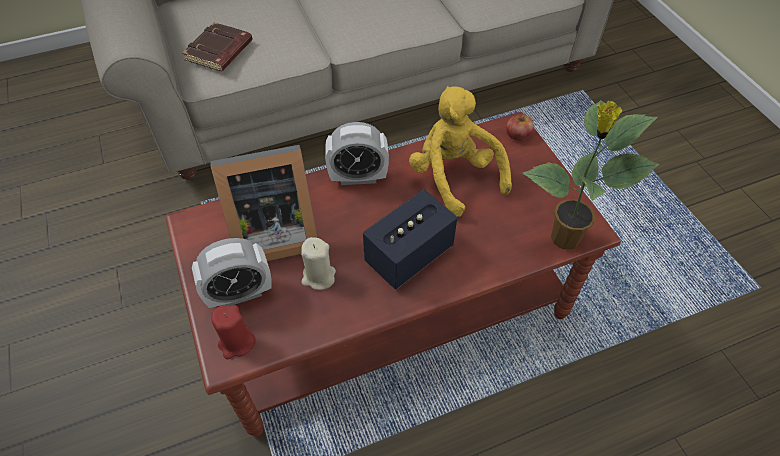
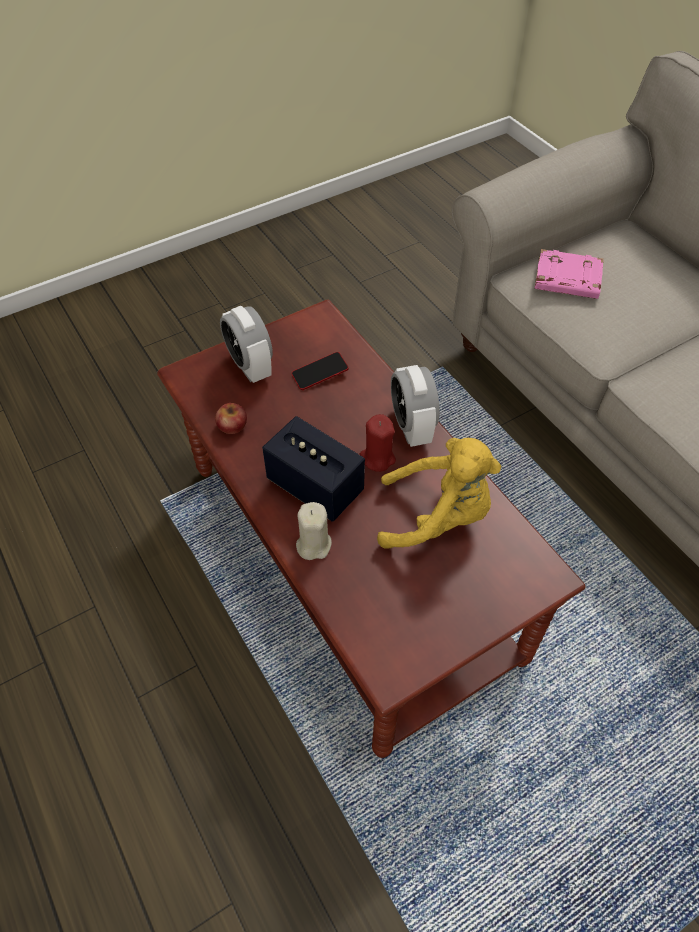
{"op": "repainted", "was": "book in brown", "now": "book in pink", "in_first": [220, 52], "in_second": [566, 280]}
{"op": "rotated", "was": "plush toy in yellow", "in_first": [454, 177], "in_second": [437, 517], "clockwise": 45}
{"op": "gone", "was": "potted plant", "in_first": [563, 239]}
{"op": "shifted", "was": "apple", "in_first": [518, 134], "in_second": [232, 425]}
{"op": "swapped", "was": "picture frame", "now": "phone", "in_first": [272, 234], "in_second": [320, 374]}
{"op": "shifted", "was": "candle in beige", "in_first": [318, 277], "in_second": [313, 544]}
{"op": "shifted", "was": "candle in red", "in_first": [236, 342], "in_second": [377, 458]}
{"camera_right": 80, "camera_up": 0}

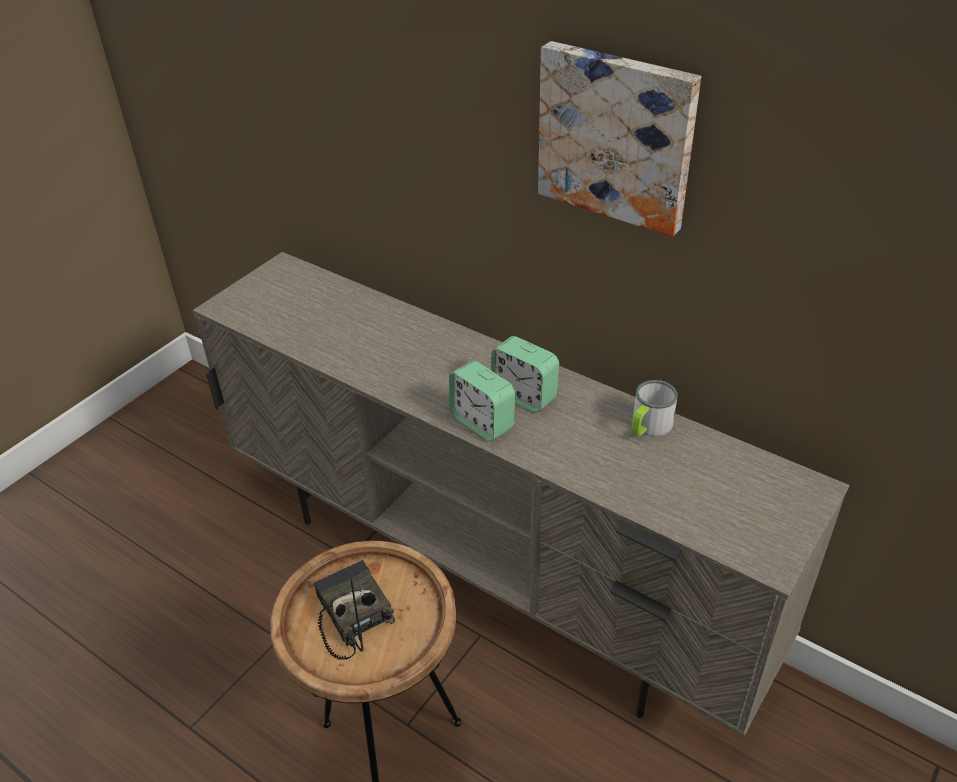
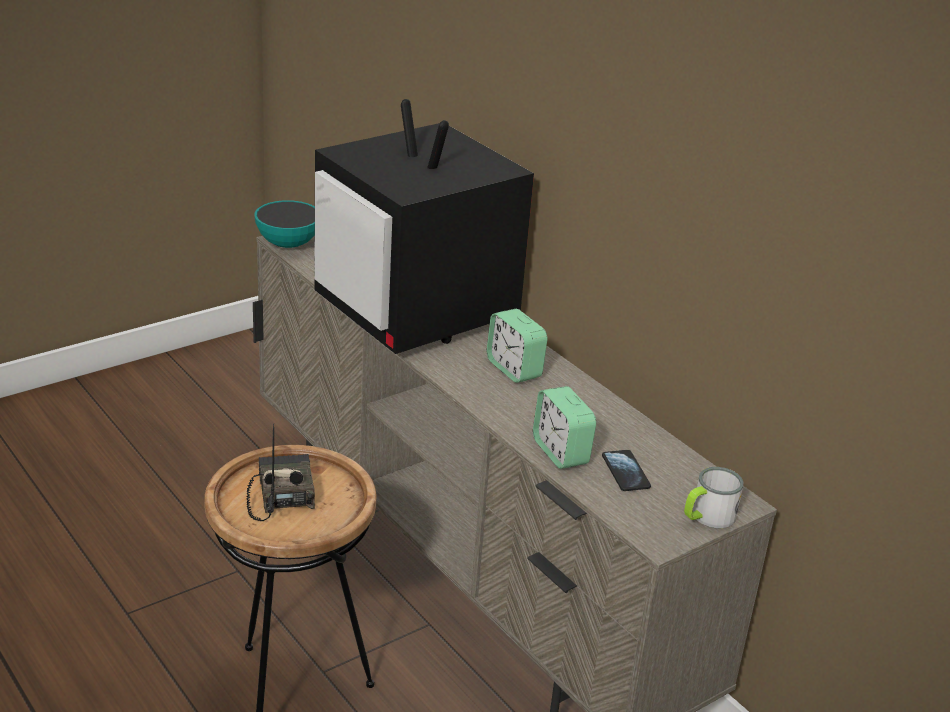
{"op": "gone", "was": "picture", "in_first": [617, 136]}
{"op": "shifted", "was": "alarm clock", "in_first": [482, 422], "in_second": [560, 452]}
{"op": "shifted", "was": "mug", "in_first": [648, 427], "in_second": [707, 517]}
{"op": "new", "now": "television", "in_second": [417, 314]}
{"op": "new", "now": "bowl", "in_second": [288, 244]}
{"op": "new", "now": "phone", "in_second": [625, 472]}
{"camera_right": 15, "camera_up": -10}

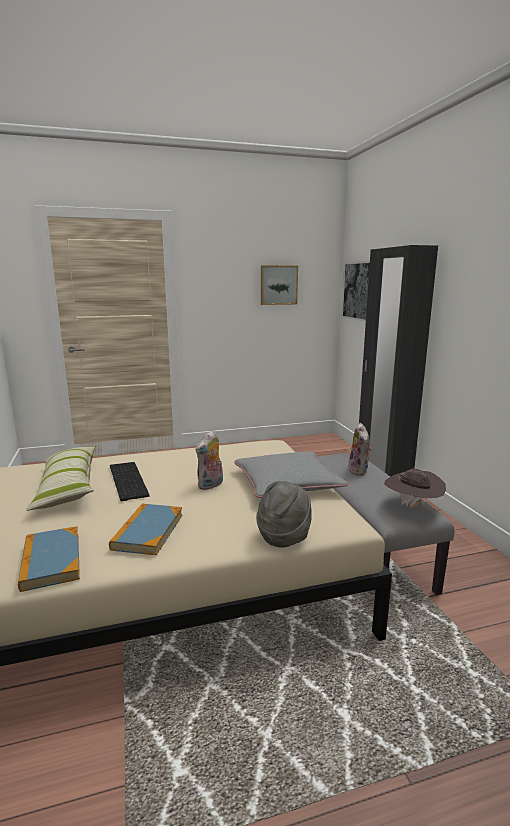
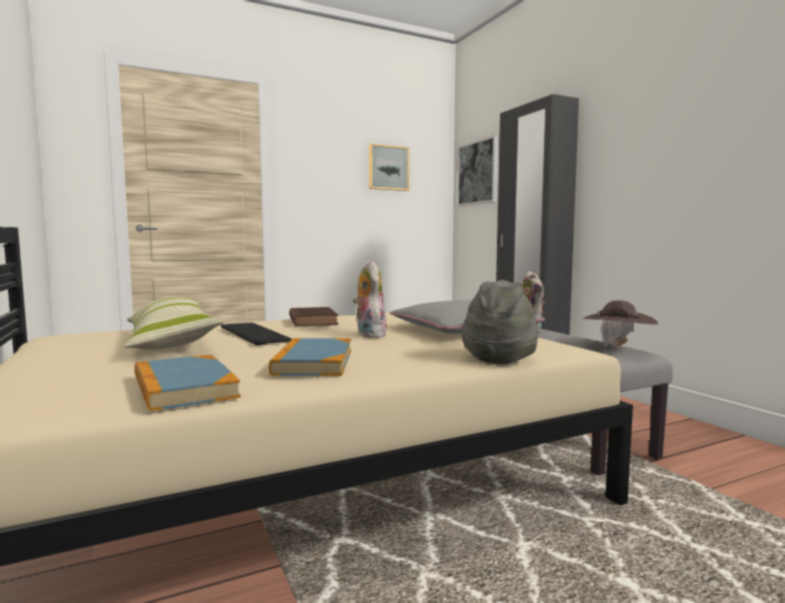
{"op": "rotated", "was": "plush toy", "in_first": [211, 485], "in_second": [368, 334], "clockwise": 135}
{"op": "new", "now": "book in brown", "in_second": [312, 321]}
{"camera_right": -10, "camera_up": -10}

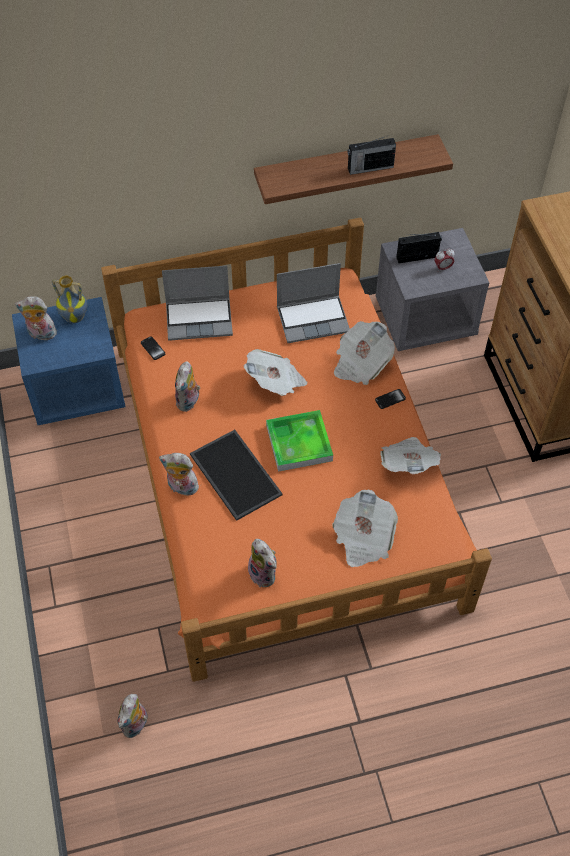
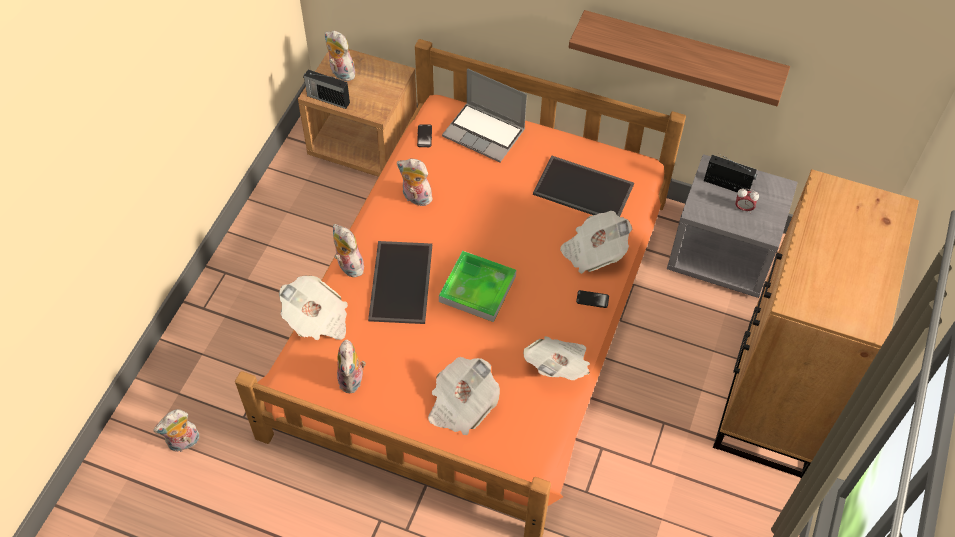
{"op": "shifted", "was": "radio", "in_first": [369, 168], "in_second": [327, 99]}
{"op": "swapped", "was": "laptop", "now": "tray", "in_first": [313, 319], "in_second": [584, 188]}
{"op": "gone", "was": "vase", "in_first": [75, 316]}
{"op": "repainted", "was": "nightstand in blue", "now": "nightstand in brown", "in_first": [77, 389], "in_second": [364, 143]}
{"op": "shifted", "was": "newspaper", "in_first": [276, 382], "in_second": [317, 320]}
{"op": "rotated", "was": "plush toy", "in_first": [189, 402], "in_second": [415, 198], "clockwise": 60}
{"camera_right": 35, "camera_up": 0}

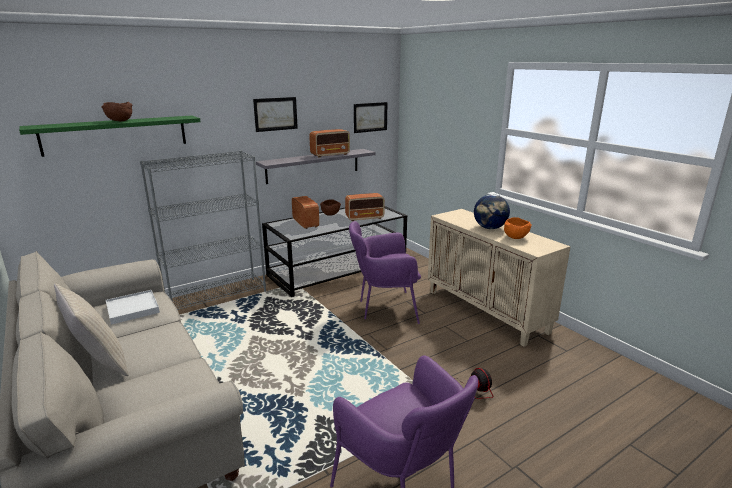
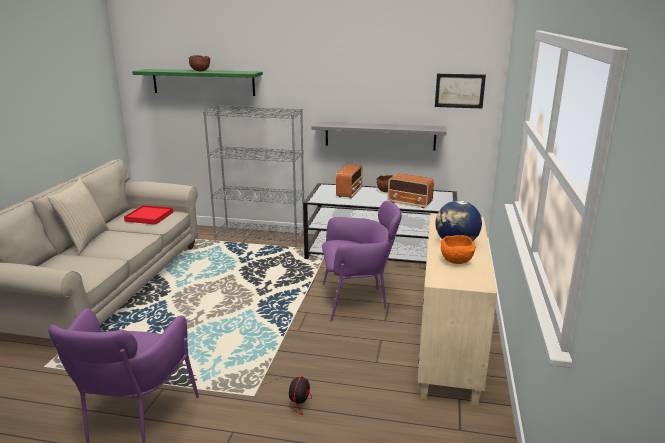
{"op": "gone", "was": "picture", "in_first": [275, 114]}
{"op": "gone", "was": "radio", "in_first": [330, 155]}
{"op": "rotated", "was": "armchair in purple", "in_first": [384, 308], "in_second": [357, 300], "clockwise": 135}
{"op": "repainted", "was": "tray in white", "now": "tray in red", "in_first": [133, 309], "in_second": [149, 217]}
{"camera_right": 45, "camera_up": 0}

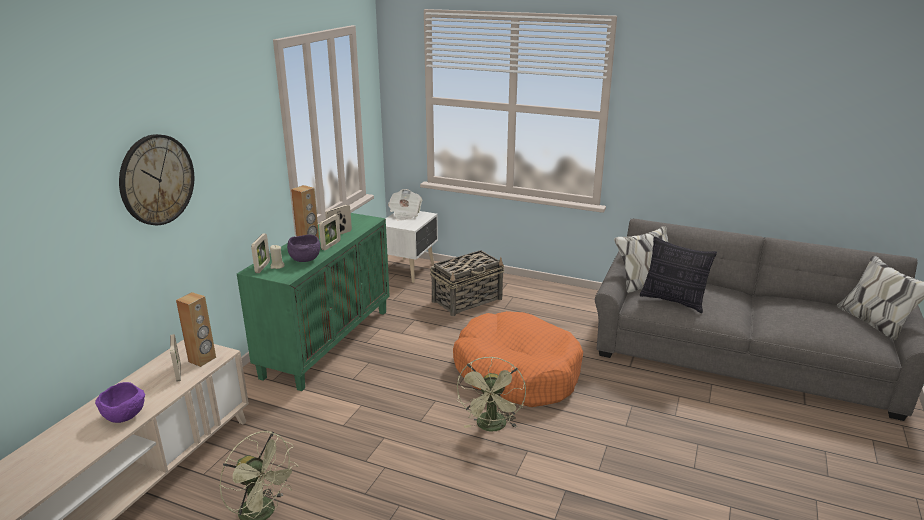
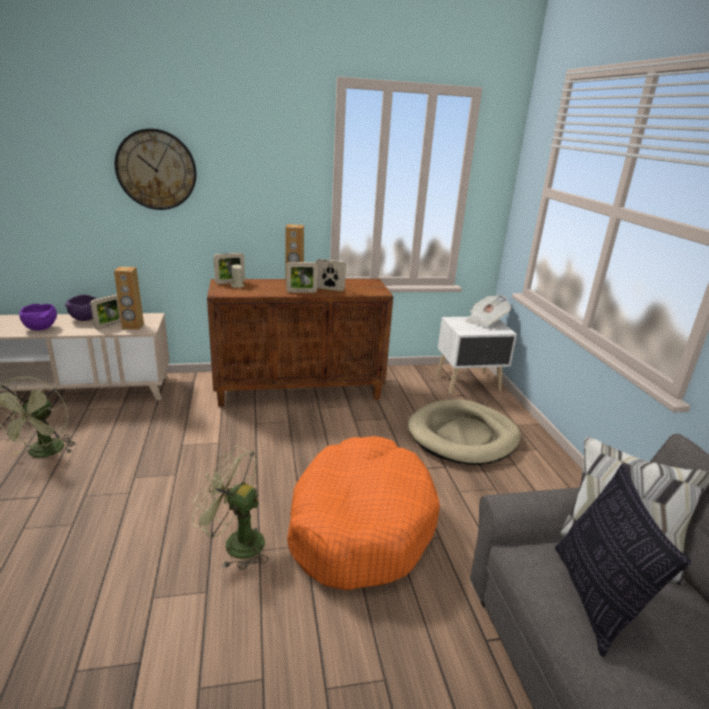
{"op": "repainted", "was": "cabinet in green", "now": "cabinet in brown", "in_first": [327, 342], "in_second": [300, 390]}
{"op": "shifted", "was": "bowl in purple", "in_first": [305, 259], "in_second": [86, 319]}
{"op": "swapped", "was": "basket", "now": "dog bed in beige", "in_first": [468, 300], "in_second": [463, 436]}
{"op": "rotated", "was": "fan in green", "in_first": [492, 427], "in_second": [235, 543], "clockwise": 45}
{"camera_right": 55, "camera_up": 0}

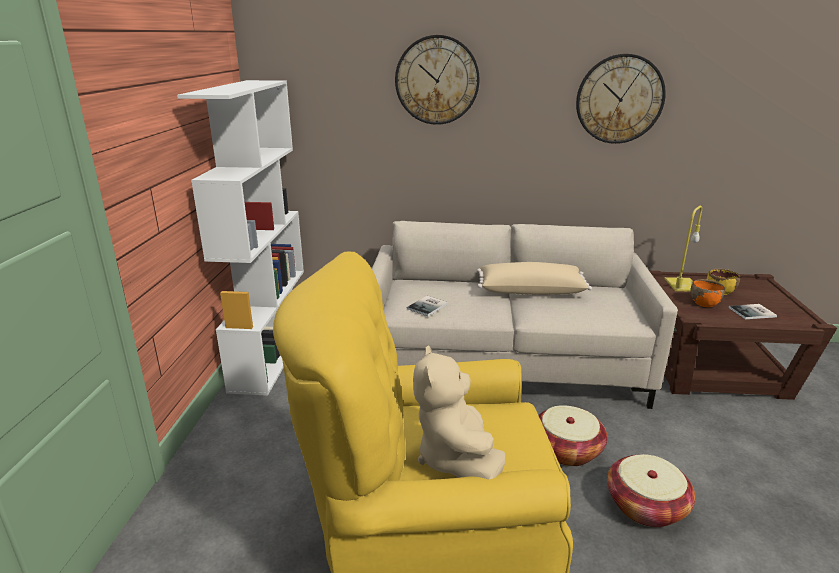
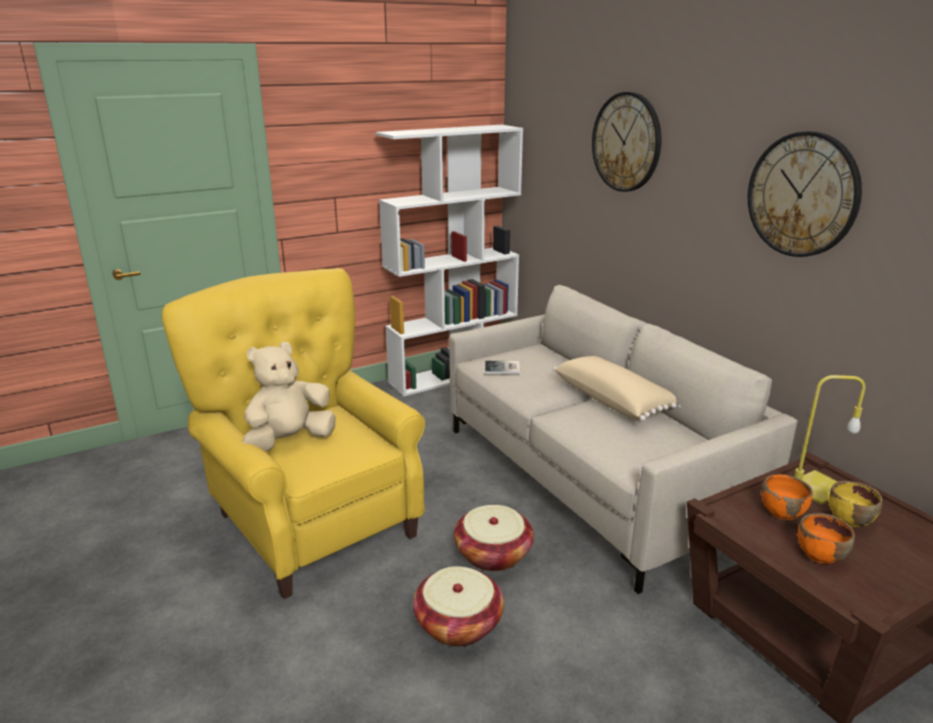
{"op": "swapped", "was": "book", "now": "bowl in orange", "in_first": [753, 312], "in_second": [820, 555]}
{"camera_right": 55, "camera_up": 0}

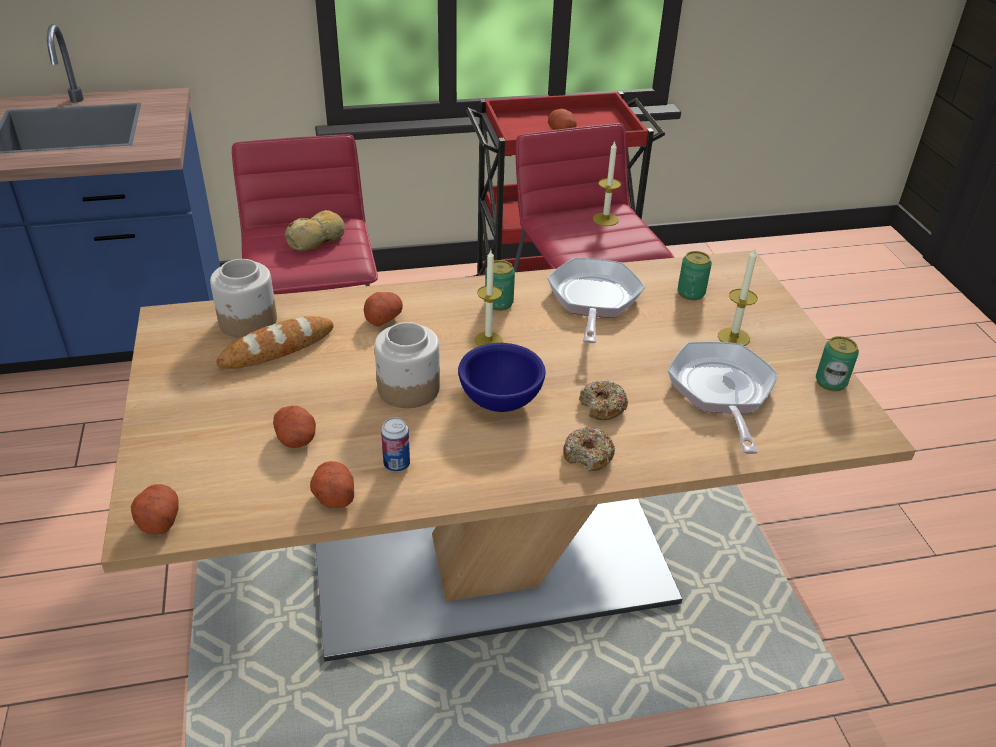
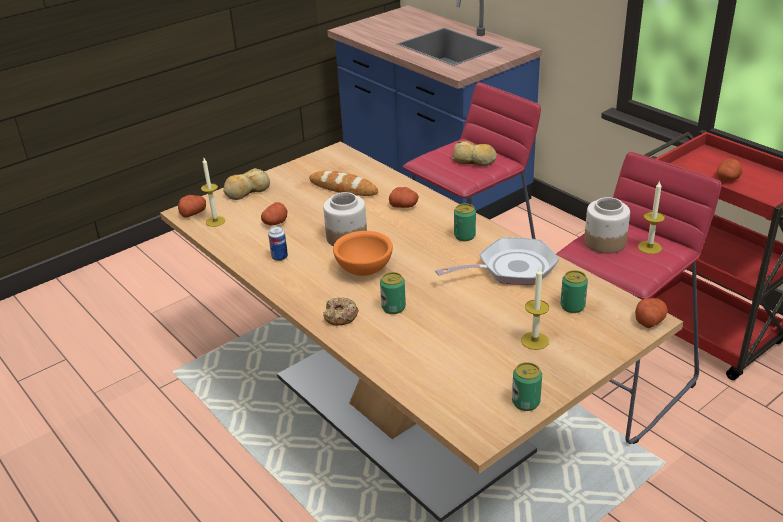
{"op": "shifted", "was": "candle", "in_first": [488, 340], "in_second": [215, 221]}
{"op": "shifted", "was": "jar", "in_first": [248, 322], "in_second": [604, 243]}
{"op": "gone", "was": "frying pan", "in_first": [721, 392]}
{"op": "repainted", "was": "bowl in blue", "now": "bowl in orange", "in_first": [499, 401], "in_second": [363, 270]}
{"op": "swapped", "was": "donut", "now": "can", "in_first": [602, 406], "in_second": [393, 307]}
{"op": "shifted", "was": "potato", "in_first": [333, 495], "in_second": [649, 320]}
{"op": "new", "now": "bread", "in_second": [246, 191]}
{"camera_right": 65, "camera_up": -5}

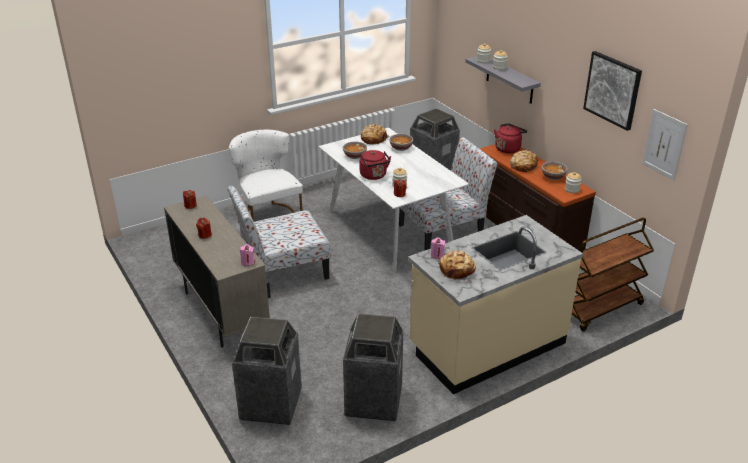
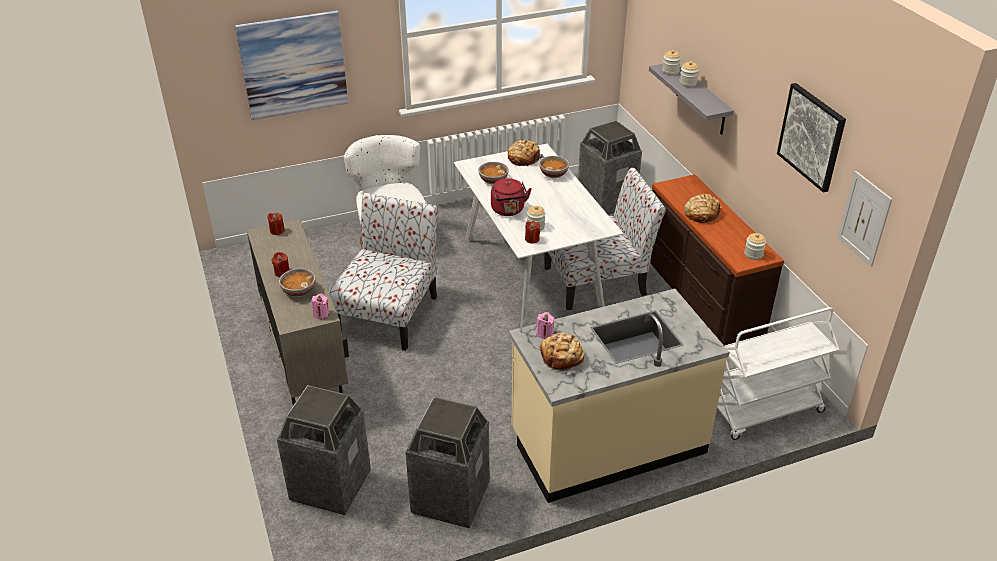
{"op": "gone", "was": "kettle in red", "in_first": [508, 148]}
{"op": "shifted", "was": "bowl", "in_first": [552, 177], "in_second": [298, 291]}
{"op": "rotated", "was": "chair", "in_first": [282, 270], "in_second": [389, 313], "clockwise": 120}
{"op": "repainted", "was": "cart in brown", "now": "cart in white", "in_first": [599, 309], "in_second": [765, 412]}
{"op": "new", "now": "picture", "in_second": [293, 65]}
{"camera_right": 10, "camera_up": 5}

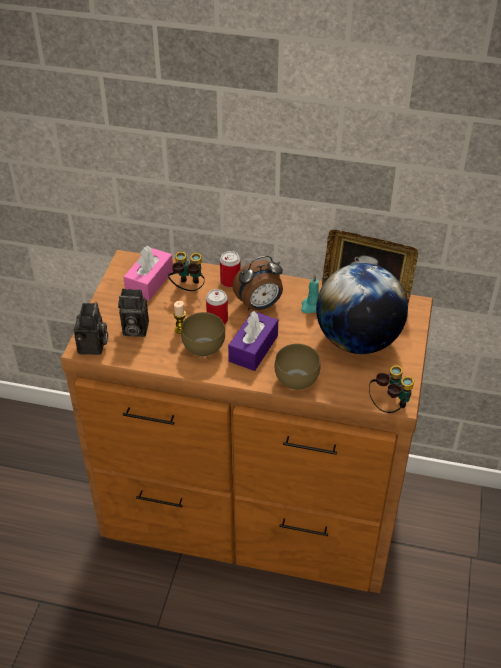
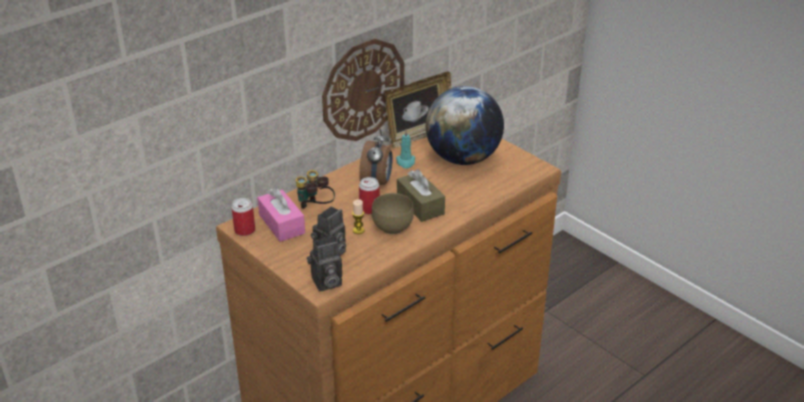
{"op": "shifted", "was": "can", "in_first": [230, 281], "in_second": [244, 230]}
{"op": "rotated", "was": "photo camera", "in_first": [93, 347], "in_second": [326, 283], "clockwise": 120}
{"op": "repainted", "was": "tissue box in purple", "now": "tissue box in brown", "in_first": [253, 348], "in_second": [420, 205]}
{"op": "gone", "was": "bowl in brown", "in_first": [295, 379]}
{"op": "gone", "was": "binoculars", "in_first": [388, 406]}
{"op": "new", "now": "wall clock", "in_second": [363, 90]}
{"camera_right": -55, "camera_up": -10}

